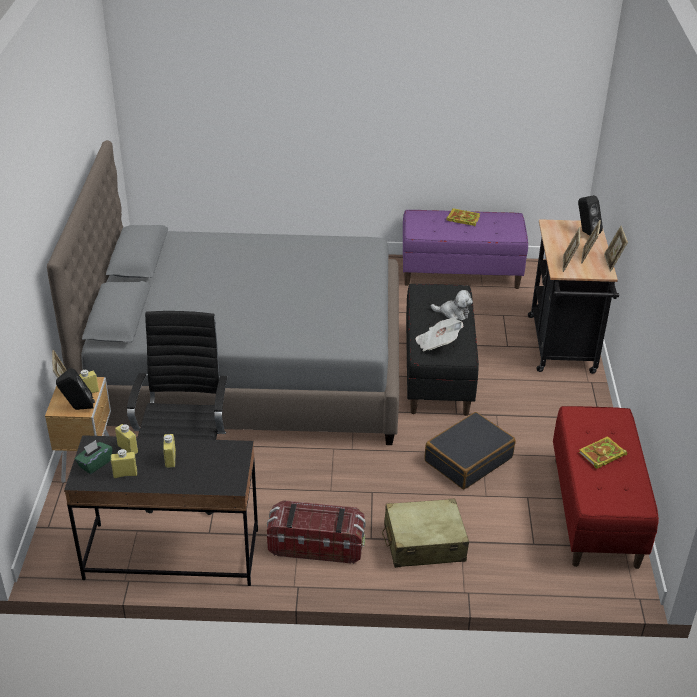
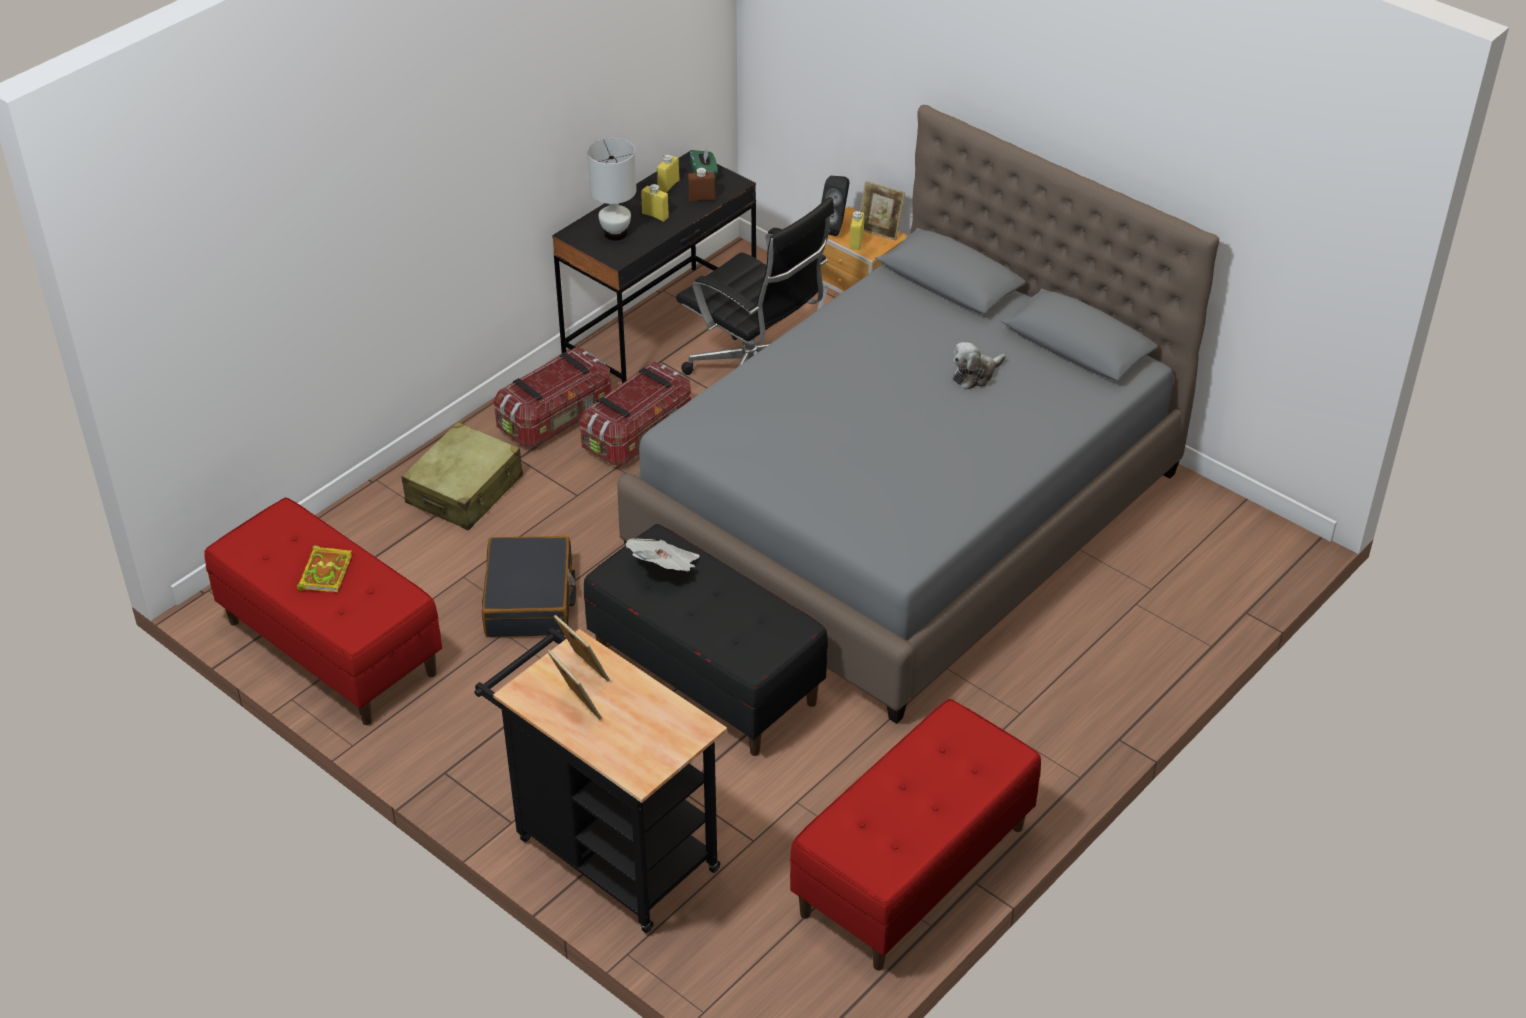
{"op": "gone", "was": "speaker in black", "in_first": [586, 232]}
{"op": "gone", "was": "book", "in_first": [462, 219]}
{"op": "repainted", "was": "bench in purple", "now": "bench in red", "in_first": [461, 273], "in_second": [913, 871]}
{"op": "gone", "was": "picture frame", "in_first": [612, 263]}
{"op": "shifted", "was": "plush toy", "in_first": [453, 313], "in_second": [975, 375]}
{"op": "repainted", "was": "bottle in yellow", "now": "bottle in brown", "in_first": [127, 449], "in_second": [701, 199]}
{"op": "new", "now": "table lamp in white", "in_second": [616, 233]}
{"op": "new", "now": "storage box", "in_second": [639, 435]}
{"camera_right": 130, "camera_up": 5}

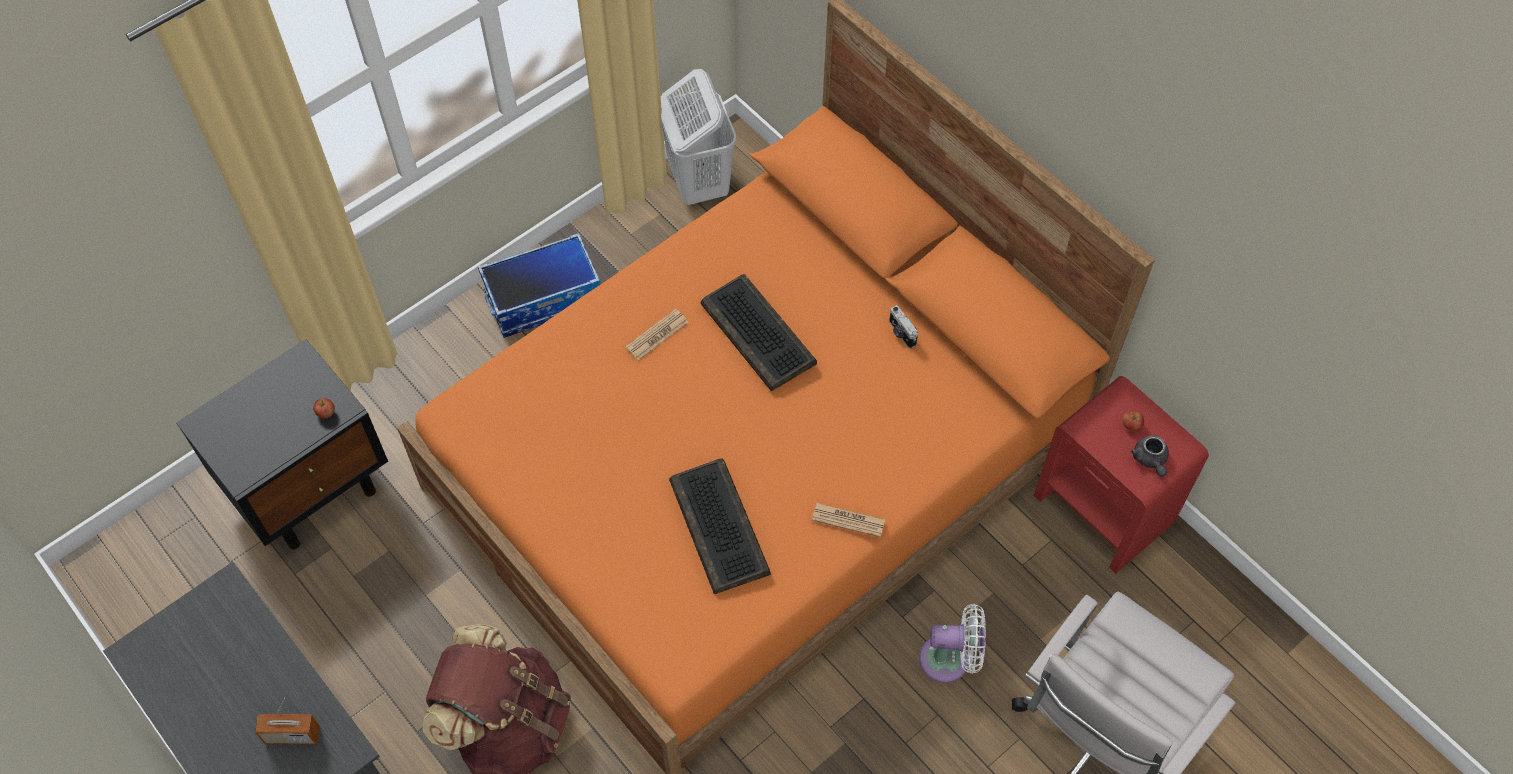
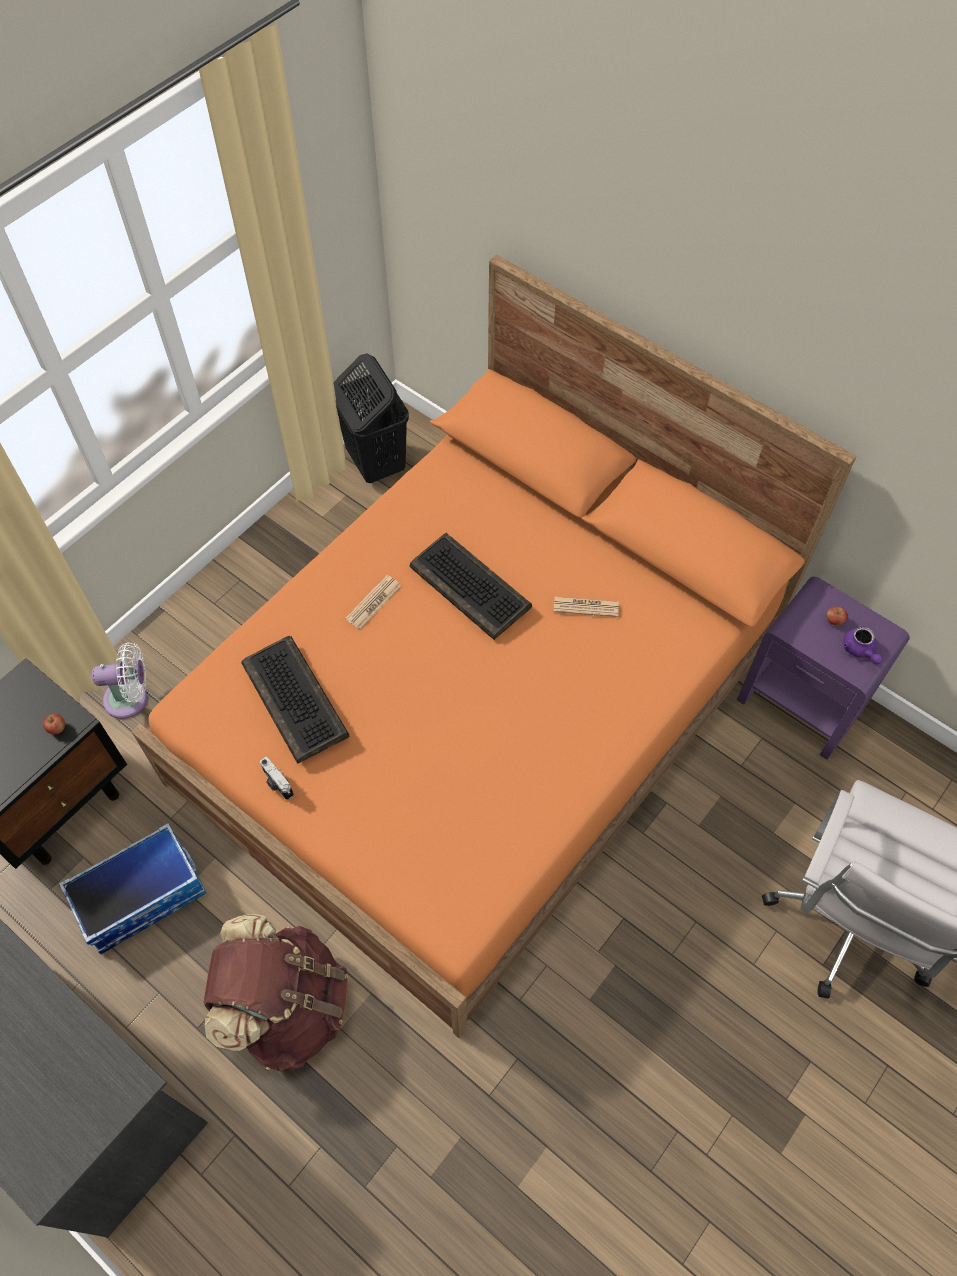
{"op": "repainted", "was": "laundry basket in white", "now": "laundry basket in black", "in_first": [698, 183], "in_second": [375, 463]}
{"op": "shifted", "was": "storage box", "in_first": [544, 298], "in_second": [141, 895]}
{"op": "shifted", "was": "photo camera", "in_first": [901, 333], "in_second": [277, 784]}
{"op": "repainted", "was": "nightstand in red", "now": "nightstand in purple", "in_first": [1104, 509], "in_second": [802, 702]}
{"op": "repainted", "was": "teapot in grey", "now": "teapot in purple", "in_first": [1150, 460], "in_second": [859, 650]}
{"op": "shifted", "was": "keyboard", "in_first": [720, 527], "in_second": [296, 700]}
{"op": "shifted", "was": "newspaper", "in_first": [848, 520], "in_second": [586, 607]}
{"op": "shifted", "was": "fan in white", "in_first": [950, 659], "in_second": [131, 698]}
{"op": "gone", "was": "radio", "in_first": [292, 735]}
{"camera_right": -10, "camera_up": 0}

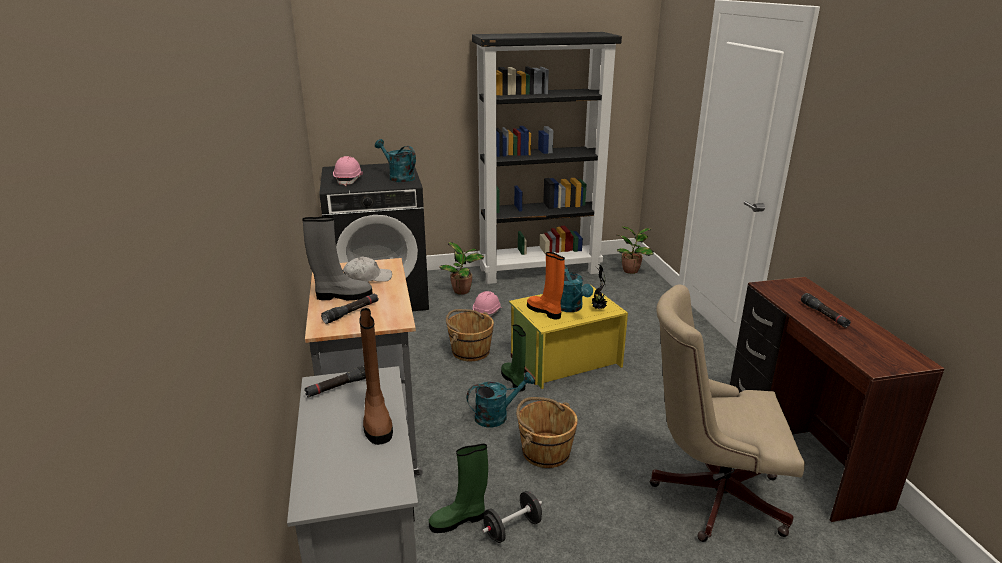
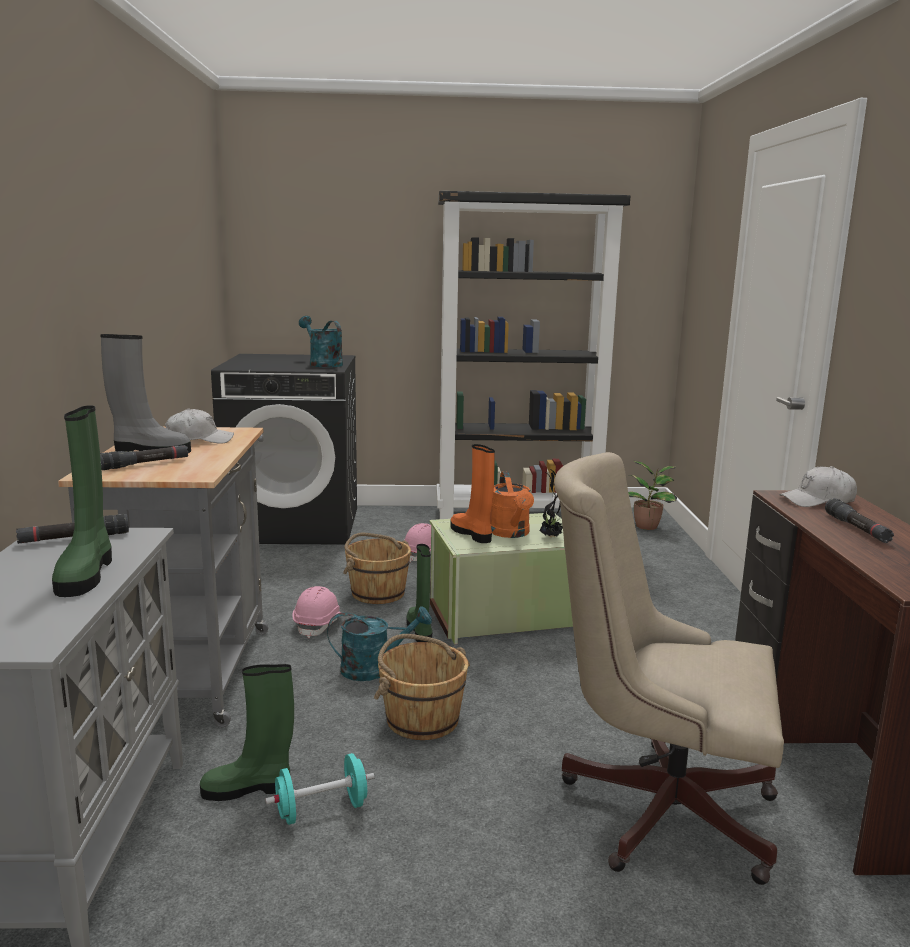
{"op": "shifted", "was": "hard hat in pink", "in_first": [349, 180], "in_second": [318, 624]}
{"op": "gone", "was": "potted plant", "in_first": [463, 291]}
{"op": "repainted", "was": "watering can in turquoise", "now": "watering can in orange", "in_first": [571, 308], "in_second": [511, 533]}
{"op": "repainted", "was": "storage box in yellow", "now": "storage box in green", "in_first": [564, 360], "in_second": [503, 615]}
{"op": "repainted", "was": "boot in brown", "now": "boot in green", "in_first": [376, 420], "in_second": [86, 574]}
{"op": "repainted", "was": "dumbbell in black", "now": "dumbbell in turquoise", "in_first": [512, 528], "in_second": [321, 810]}
{"op": "new", "now": "cap in white", "in_second": [818, 500]}
{"camera_right": 10, "camera_up": -10}

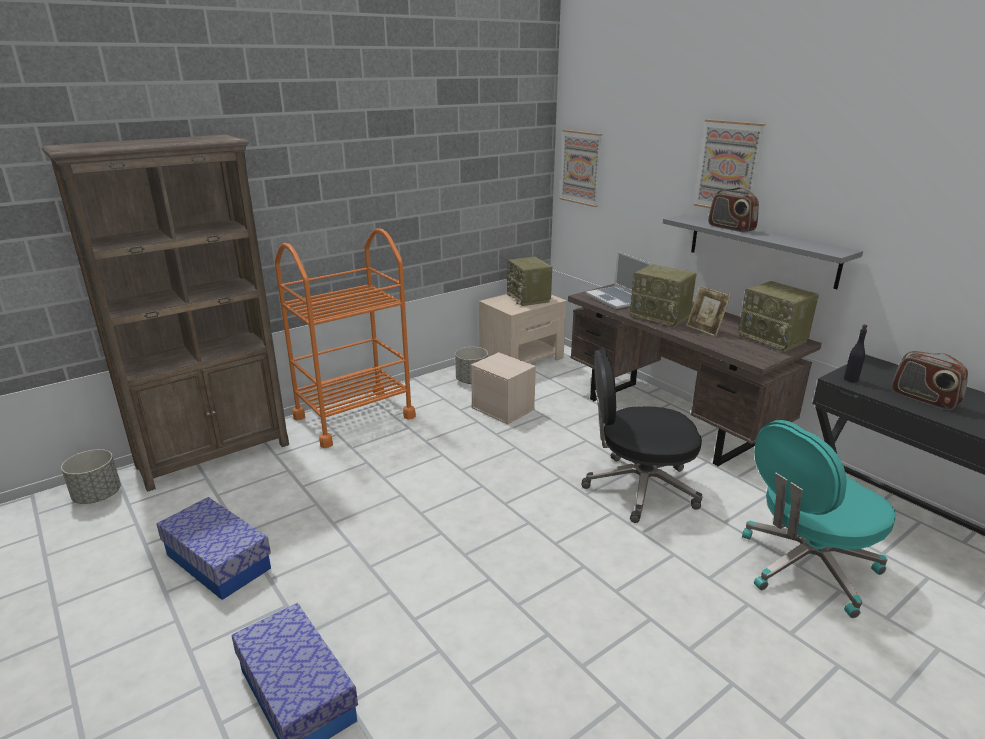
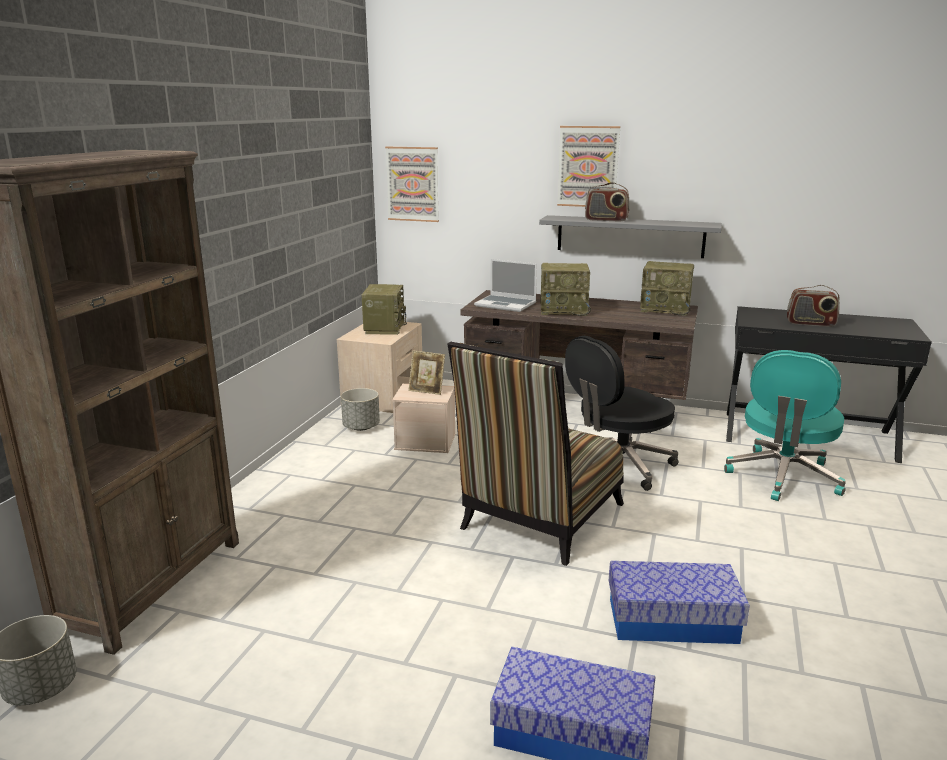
{"op": "gone", "was": "cart in orange", "in_first": [354, 417]}
{"op": "rotated", "was": "radio", "in_first": [529, 298], "in_second": [384, 328], "clockwise": -120}
{"op": "shifted", "was": "picture frame", "in_first": [705, 330], "in_second": [427, 390]}
{"op": "gone", "was": "bottle in black", "in_first": [851, 379]}
{"op": "shifted", "was": "storage box", "in_first": [218, 561], "in_second": [672, 620]}
{"op": "new", "now": "chair", "in_second": [538, 521]}
{"camera_right": -35, "camera_up": -5}

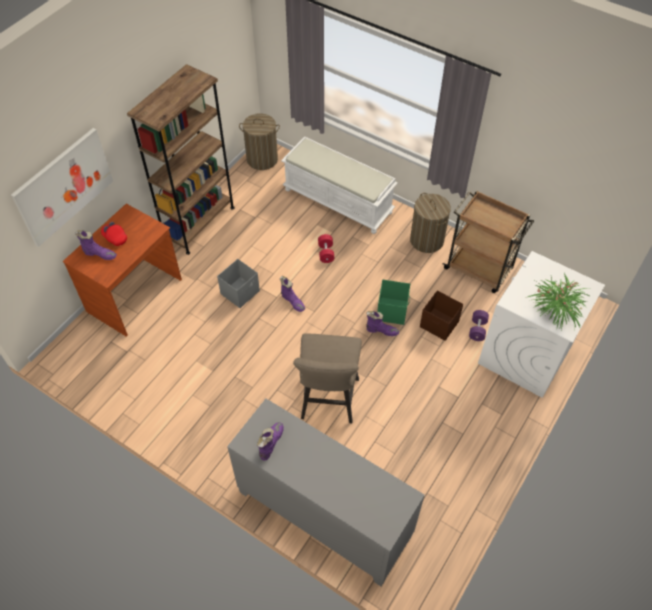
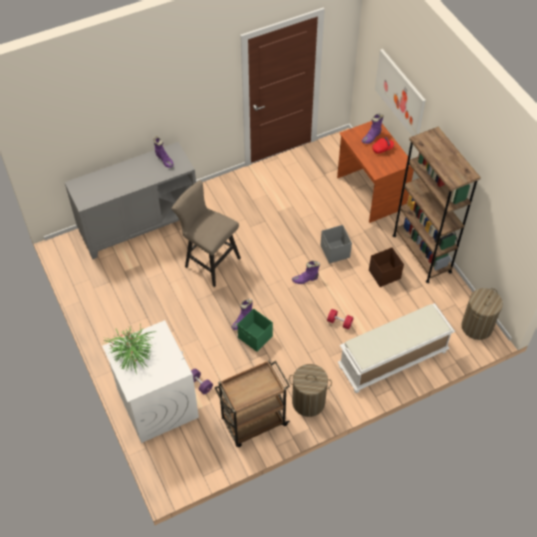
{"op": "shifted", "was": "storage box in brown", "in_first": [439, 325], "in_second": [384, 274]}
{"camera_right": 120, "camera_up": 0}

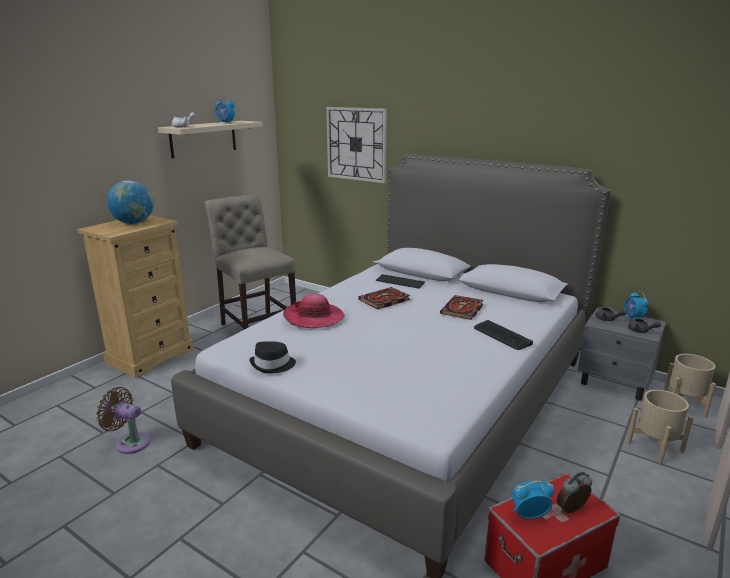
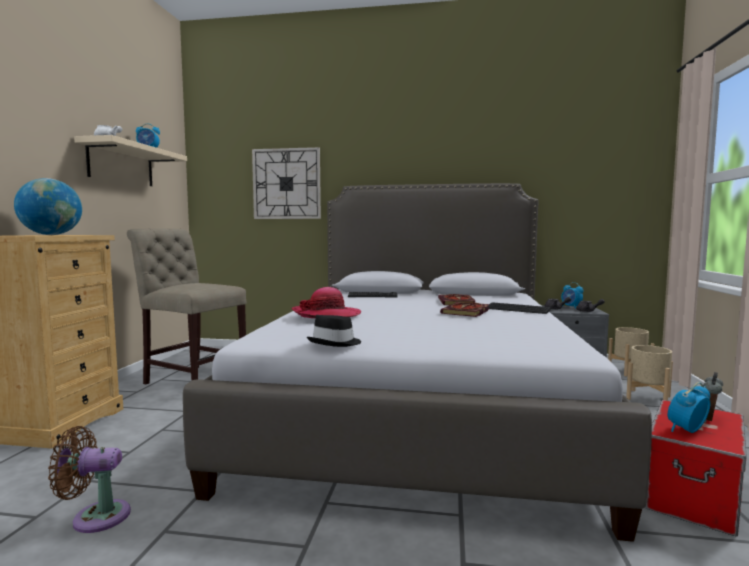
{"op": "shifted", "was": "book", "in_first": [384, 300], "in_second": [466, 312]}
{"camera_right": -25, "camera_up": -15}

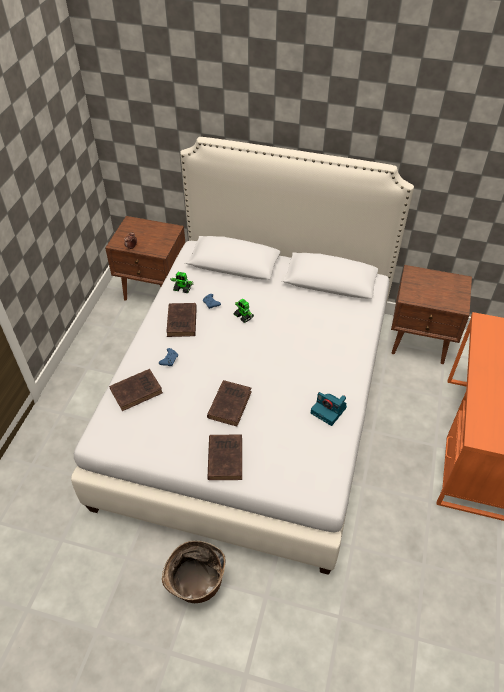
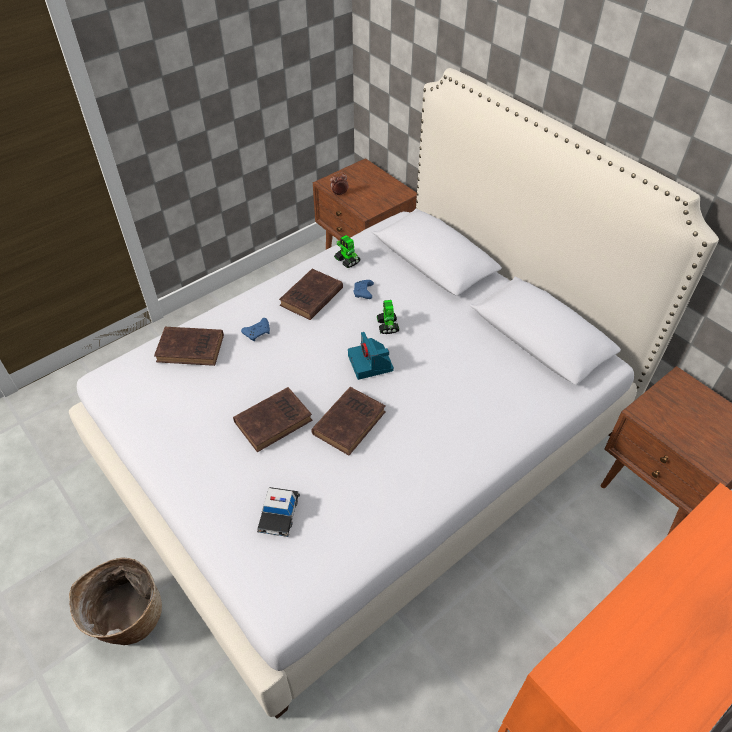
{"op": "shifted", "was": "photo camera", "in_first": [329, 410], "in_second": [371, 364]}
{"op": "shifted", "was": "book in brown", "in_first": [225, 457], "in_second": [350, 421]}
{"op": "new", "now": "toy car", "in_second": [279, 514]}
{"camera_right": 35, "camera_up": 0}

